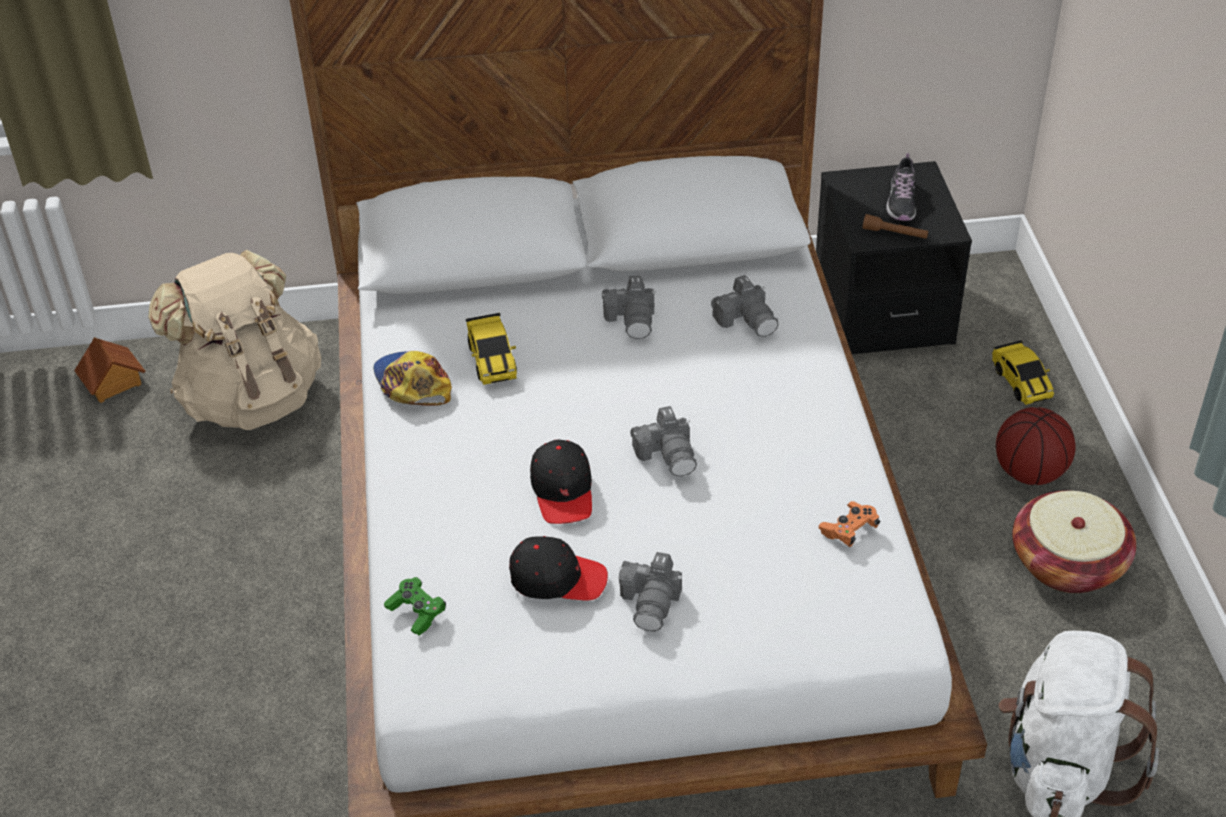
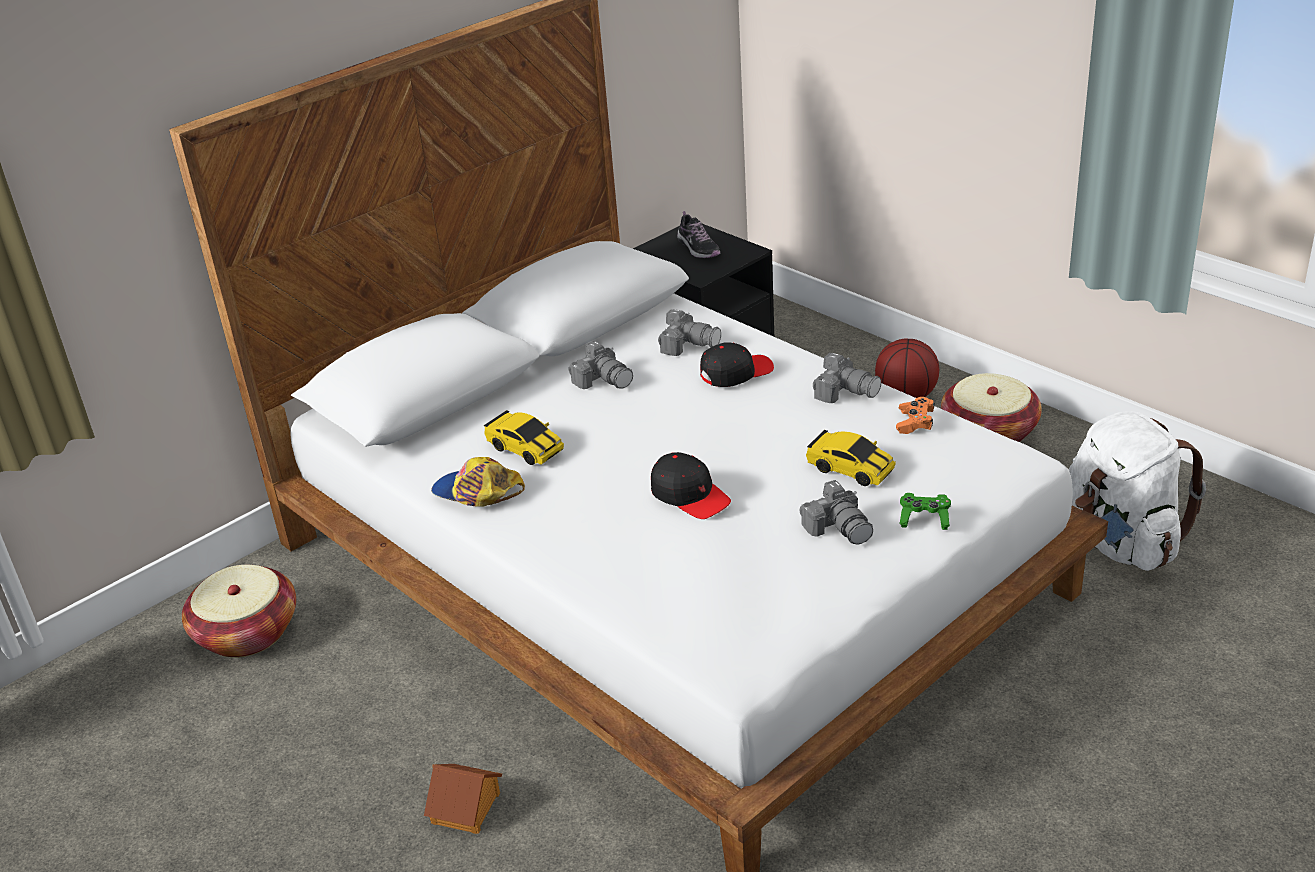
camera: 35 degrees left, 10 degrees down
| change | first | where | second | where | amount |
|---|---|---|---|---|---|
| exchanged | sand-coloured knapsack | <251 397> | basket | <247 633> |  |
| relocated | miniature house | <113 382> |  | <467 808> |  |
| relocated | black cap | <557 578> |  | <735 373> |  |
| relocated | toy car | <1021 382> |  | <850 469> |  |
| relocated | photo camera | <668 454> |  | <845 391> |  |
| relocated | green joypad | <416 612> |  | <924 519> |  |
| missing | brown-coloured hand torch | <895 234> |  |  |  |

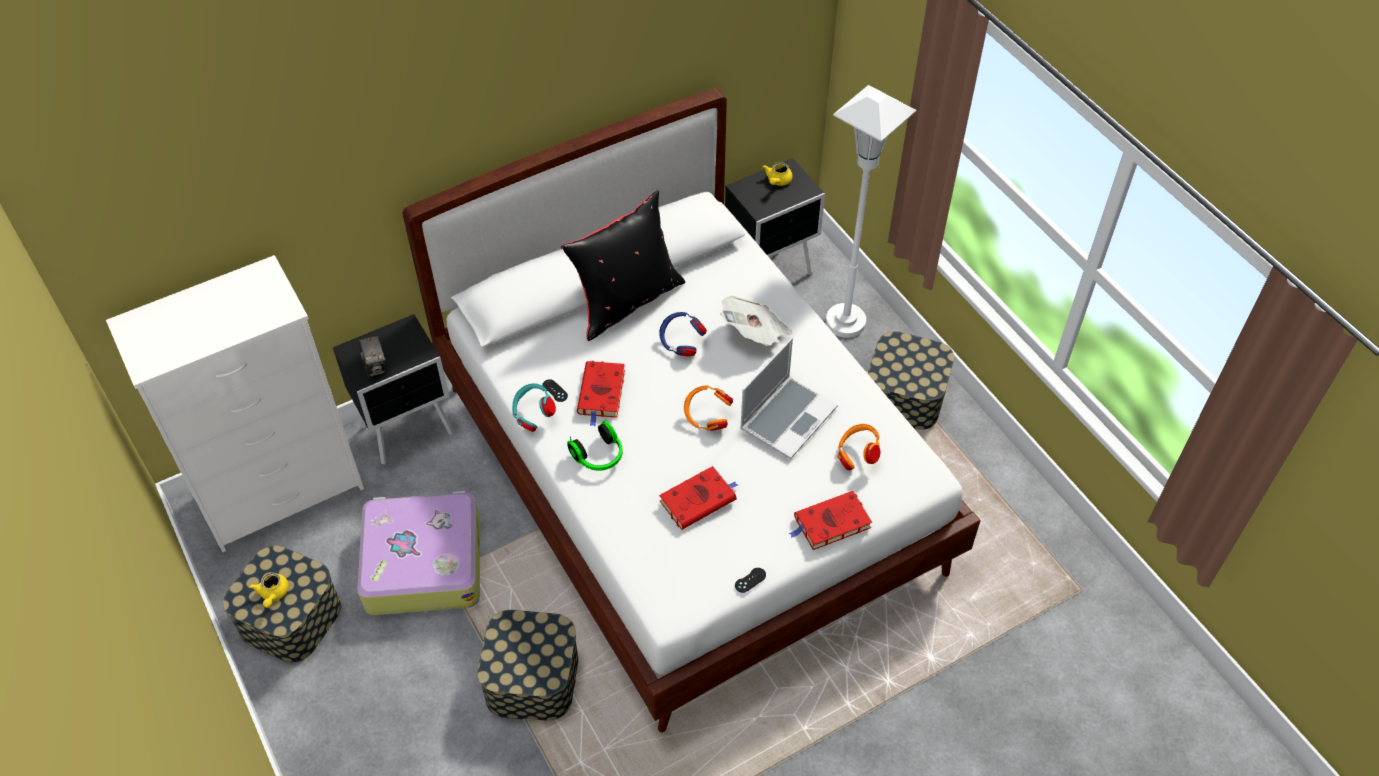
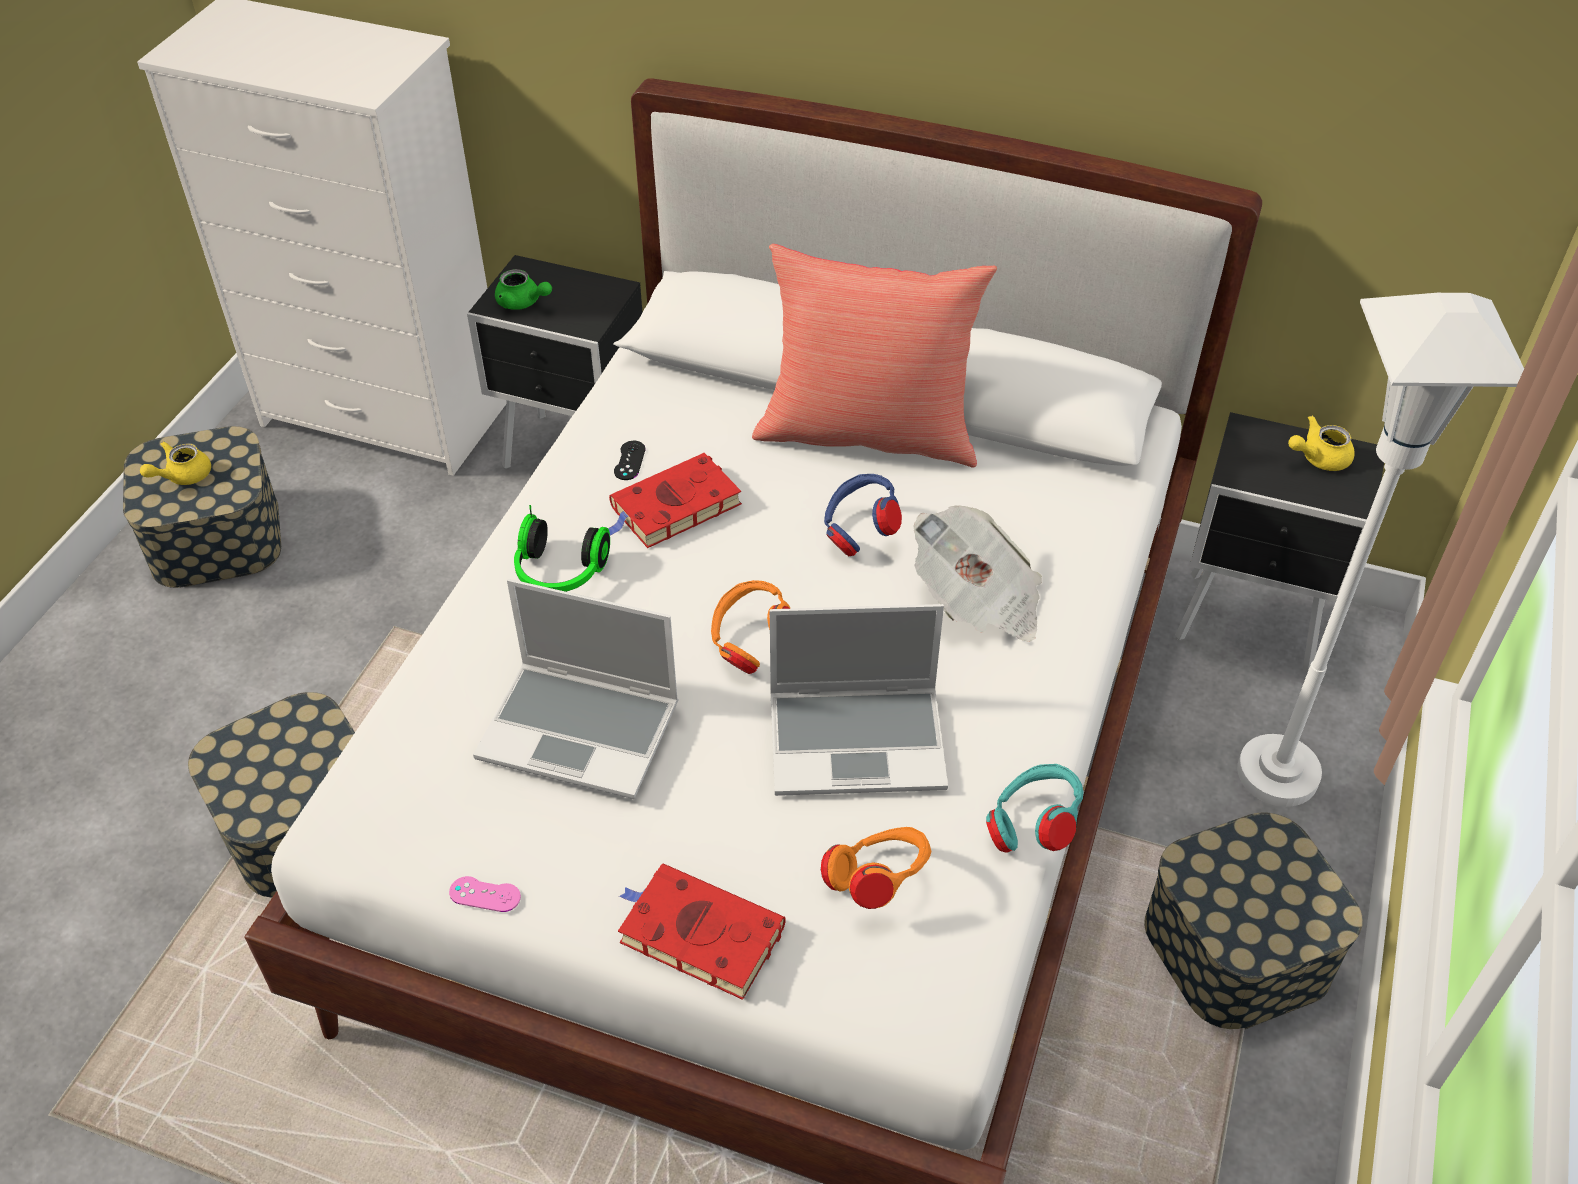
camera: 50 degrees right, 5 degrees down
| change | first | where | second | where | amount |
|---|---|---|---|---|---|
| colour | black joypad | <750 580> | pink joypad | <485 894> |  |
| exchanged | red-coloured volume | <699 499> | notebook computer | <582 730> |  |
| exchanged | photo camera | <375 366> | green tea pot | <522 303> |  |
| colour | black throw pillow | <626 301> | red-coloured throw pillow | <868 432> |  |
| relocated | blue-green pair of headphones | <533 416> |  | <1032 827> |  |
| missing | suitcase | <422 562> |  |  |  |

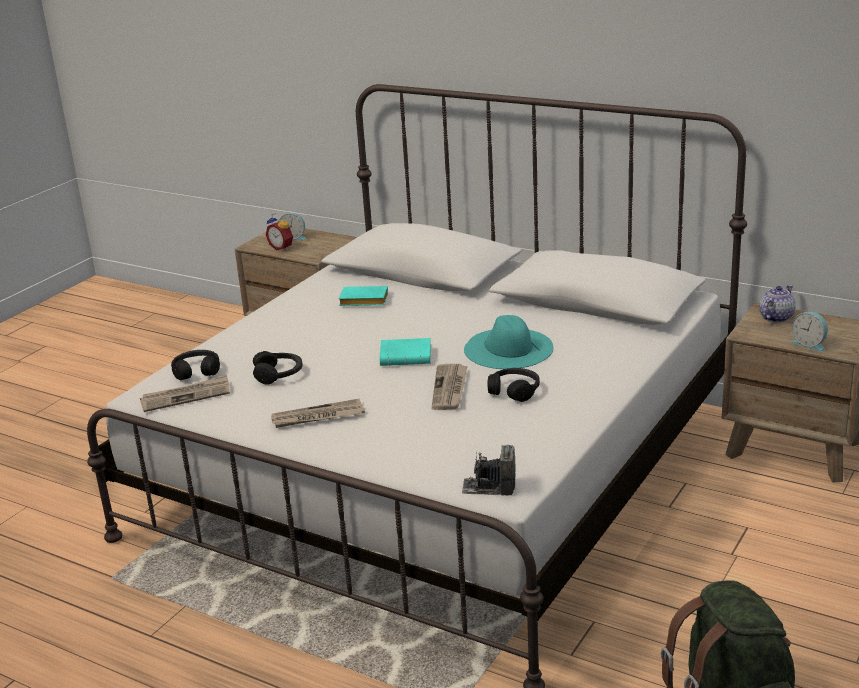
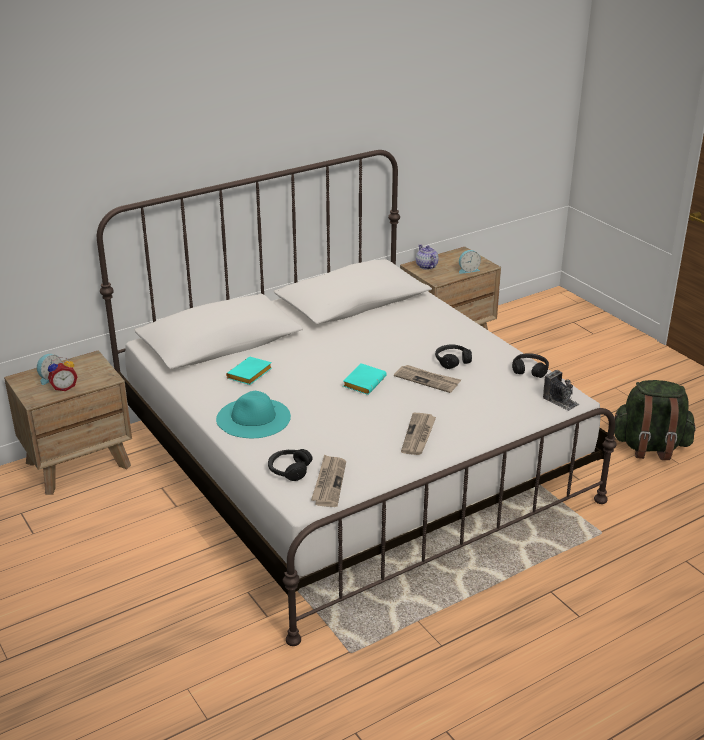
camera: 65 degrees left, 5 degrees up
| change | first | where | second | where | amount |
|---|---|---|---|---|---|
| relocated | blue-green hat | <508 348> |  | <253 418> |  |
| relocated | black pair of headphones | <278 374> |  | <530 370> |  |
| spun | photo camera | <489 487> |  | <560 401> | 75 degrees counterclockwise |

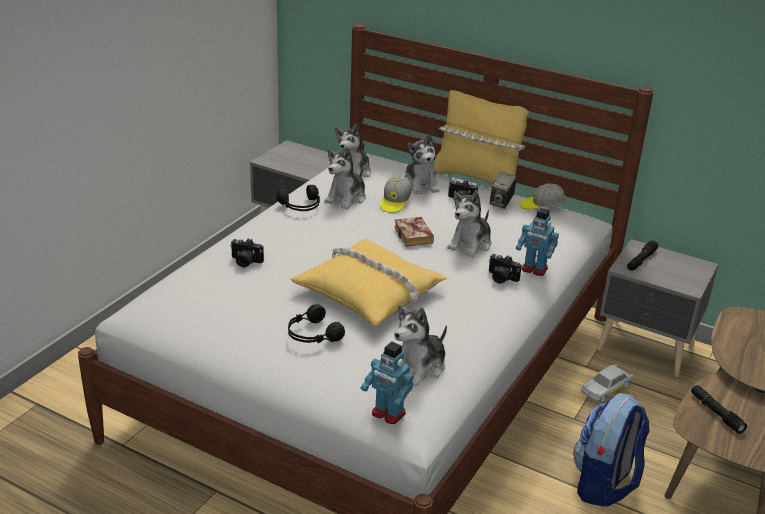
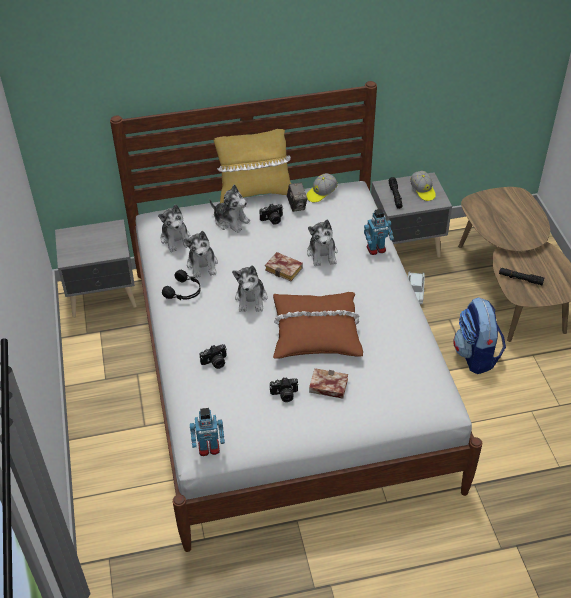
camera: 40 degrees left, 15 degrees up
| change | first | where | second | where | amount |
|---|---|---|---|---|---|
| relocated | robot figure | <388 414> |  | <209 448> |  |
| relocated | cuddly toy | <419 367> |  | <251 298> |  |
| relocated | photo camera | <501 278> |  | <284 395> |  |
| colour | yellowish throw pillow | <369 292> | brown-coloured throw pillow | <316 332> |  |
| exchanged | black pair of headphones | <312 335> | volume | <326 387> |  |
| relocated | cap | <395 202> |  | <422 191> |  |

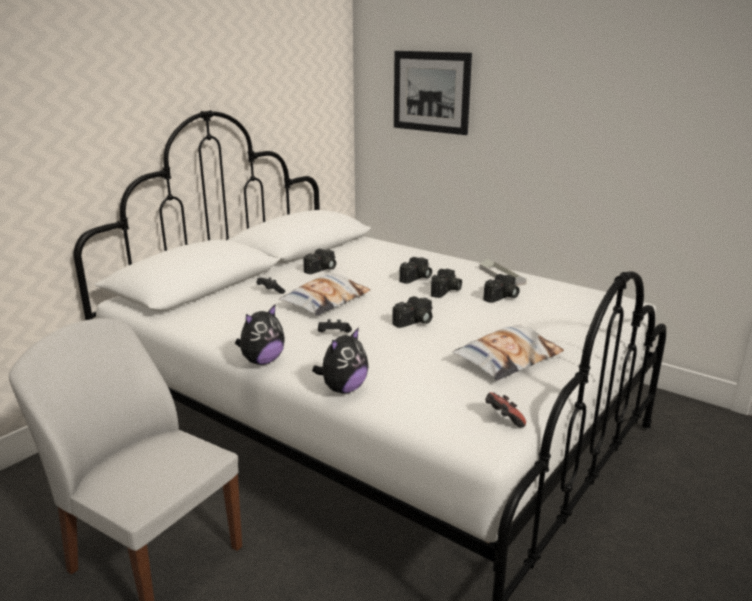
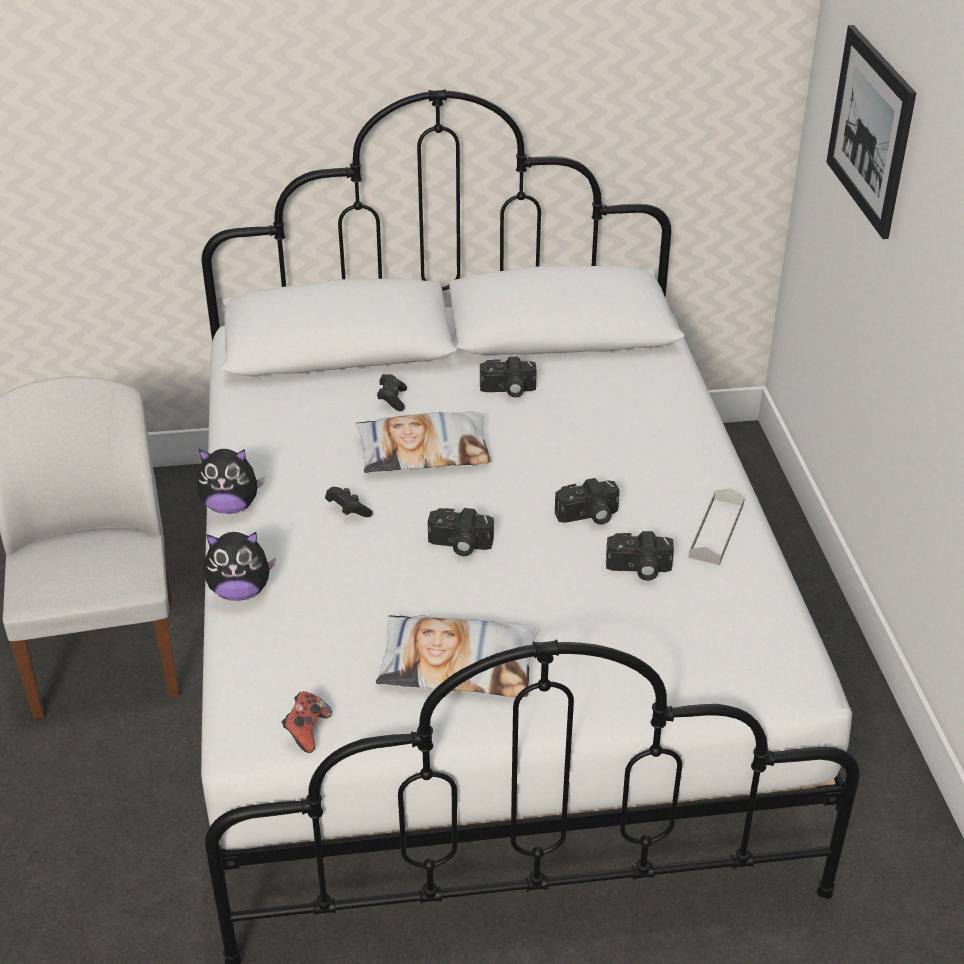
camera: 45 degrees right, 15 degrees up
| change | first | where | second | where | amount |
|---|---|---|---|---|---|
| missing | photo camera | <417 278> |  |  |  |

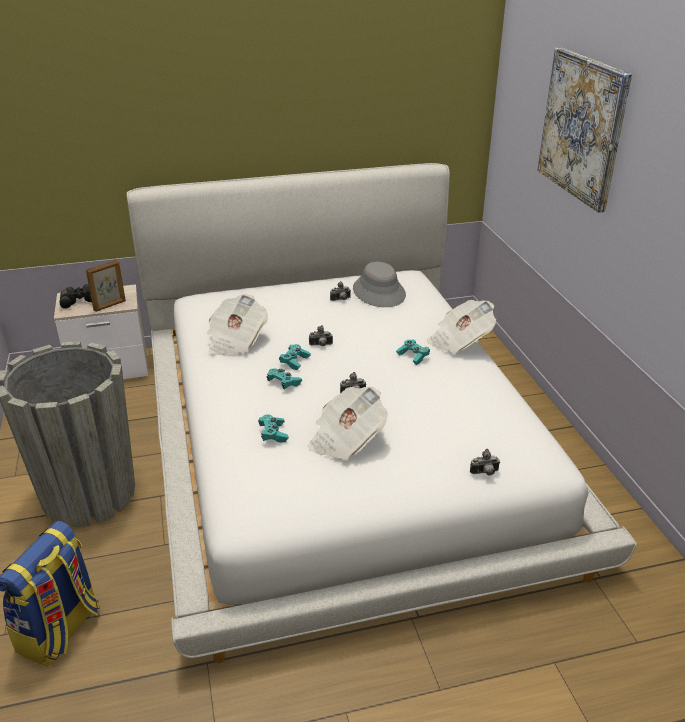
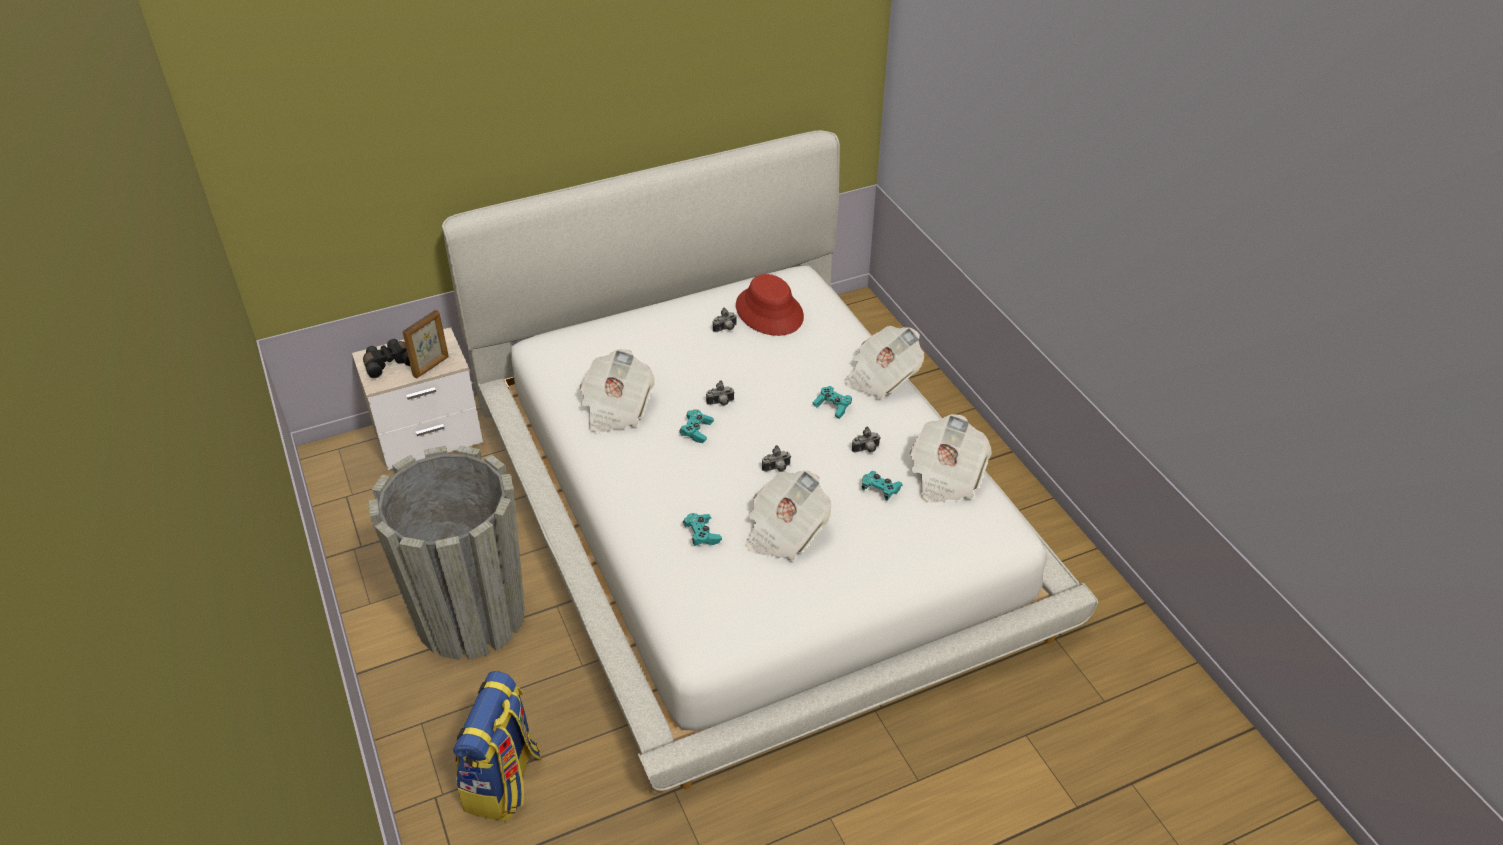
camera: 10 degrees left, 10 degrees up
| change | first | where | second | where | amount |
|---|---|---|---|---|---|
| colour | gray hat | <379 292> | red-coloured hat | <769 312> |  |
| relocated | photo camera | <485 473> |  | <866 450> |  |
| relocated | blue-green joypad | <284 383> |  | <880 490> |  |
| appeared |  |  | daily paper | <945 476> |  |
| missing | wall picture | <582 127> |  |  |  |

